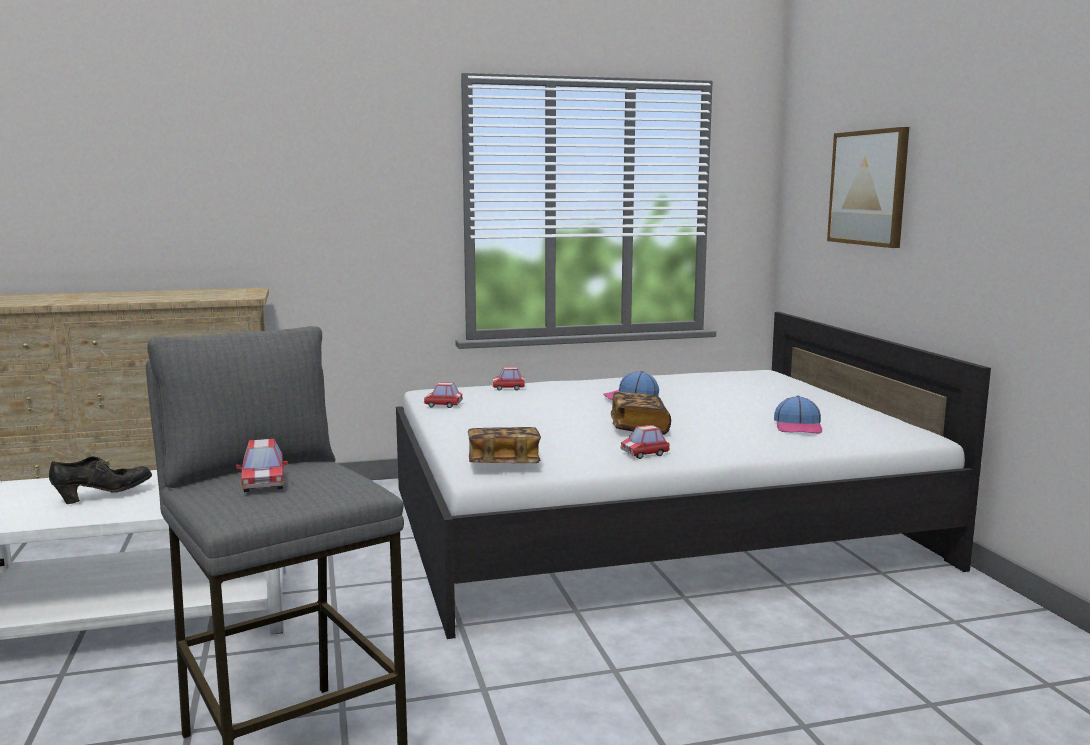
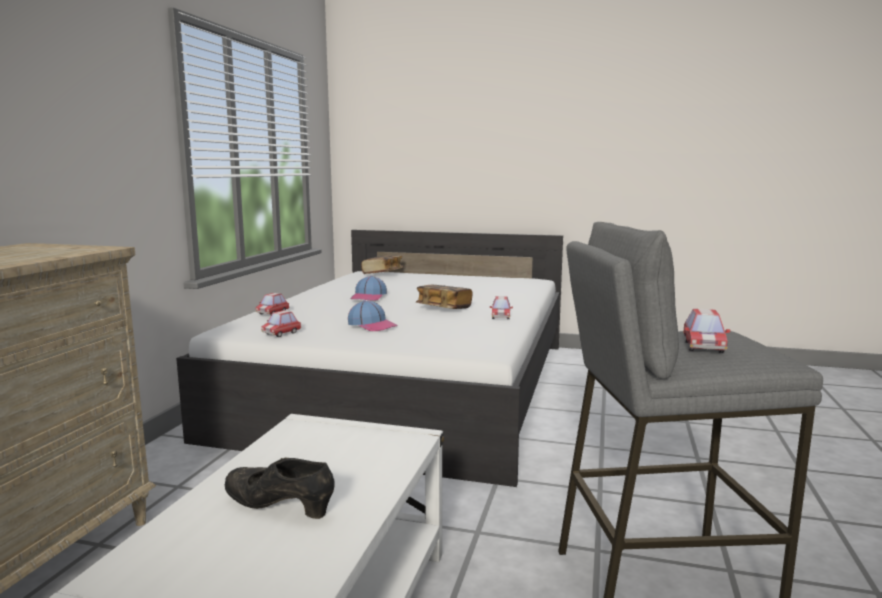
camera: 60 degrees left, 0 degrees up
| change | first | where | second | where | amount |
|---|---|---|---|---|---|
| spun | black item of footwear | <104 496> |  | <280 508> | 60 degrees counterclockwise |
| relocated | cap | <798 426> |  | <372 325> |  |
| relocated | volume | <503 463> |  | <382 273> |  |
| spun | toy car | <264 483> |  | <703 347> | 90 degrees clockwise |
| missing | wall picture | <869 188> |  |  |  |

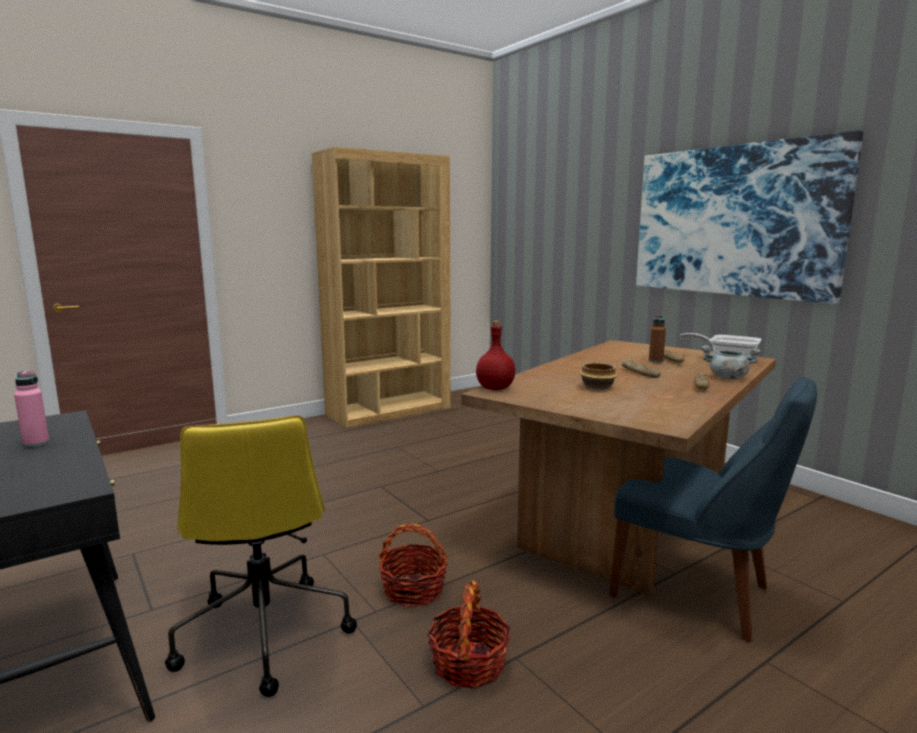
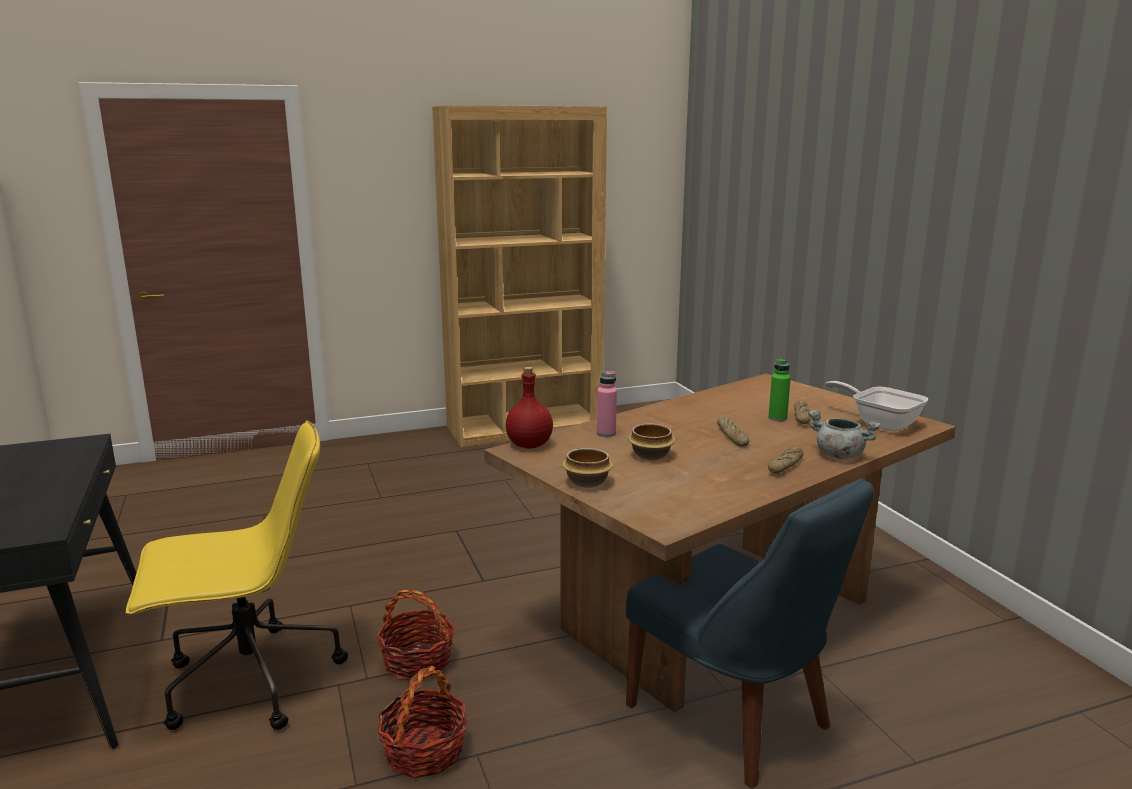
camera: 15 degrees right, 5 degrees up
| change | first | where | second | where | amount |
|---|---|---|---|---|---|
| spun | yellowish computer chair | <263 632> |  | <249 682> | 105 degrees counterclockwise |
| appeared |  |  | deep dish | <586 482> |  |
| relocated | pink drink bottle | <36 443> |  | <606 433> |  |
| colour | brown-coloured drink bottle | <655 361> | green drink bottle | <777 418> |  |
| missing | wall picture | <733 221> |  |  |  |

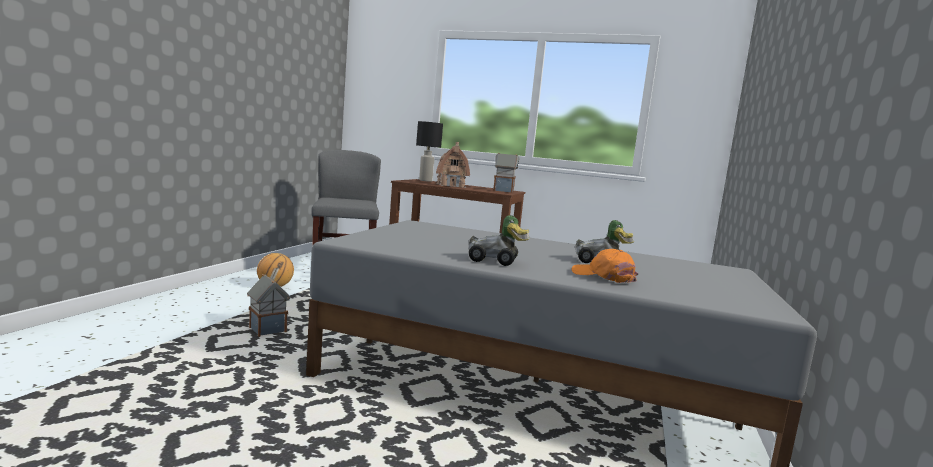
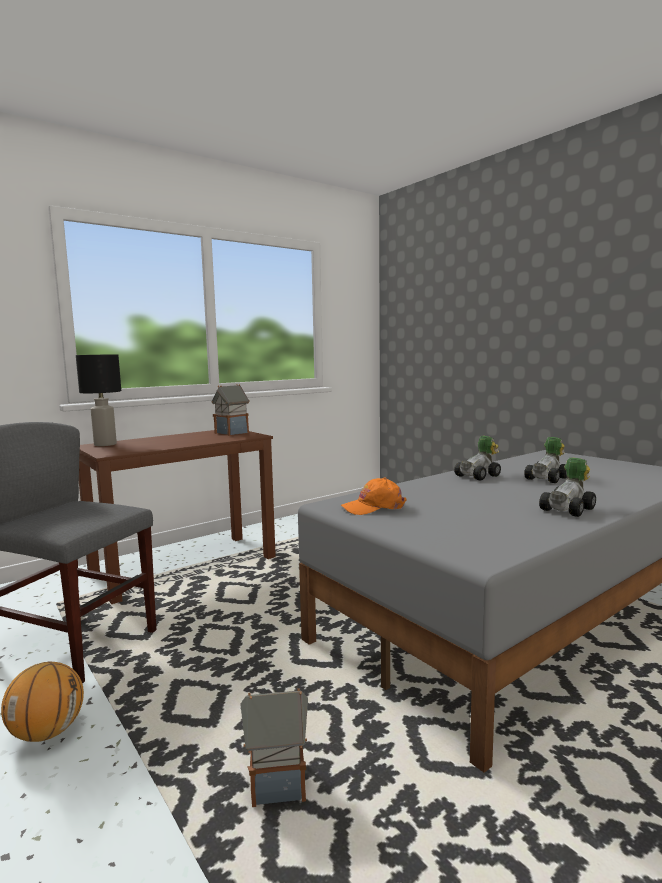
camera: 55 degrees left, 0 degrees up
| change | first | where | second | where | amount |
|---|---|---|---|---|---|
| relocated | orangey cap | <604 276> |  | <373 507> |  |
| appeared |  |  | toy car | <480 476> |  |
| missing | miniature house | <450 185> |  |  |  |

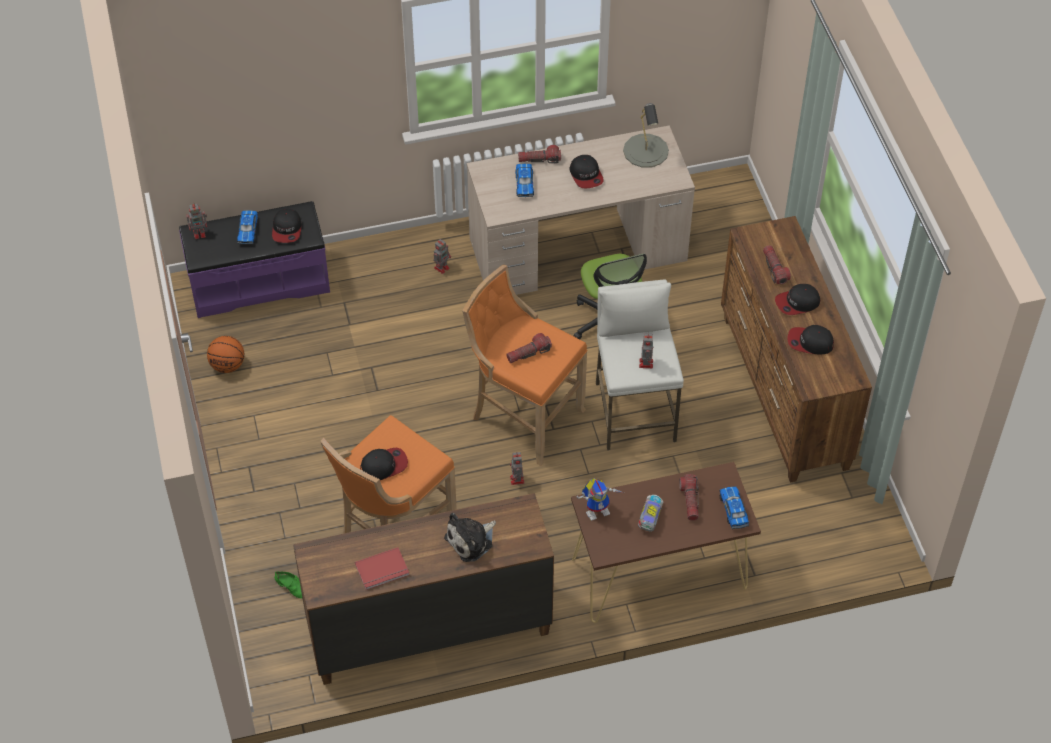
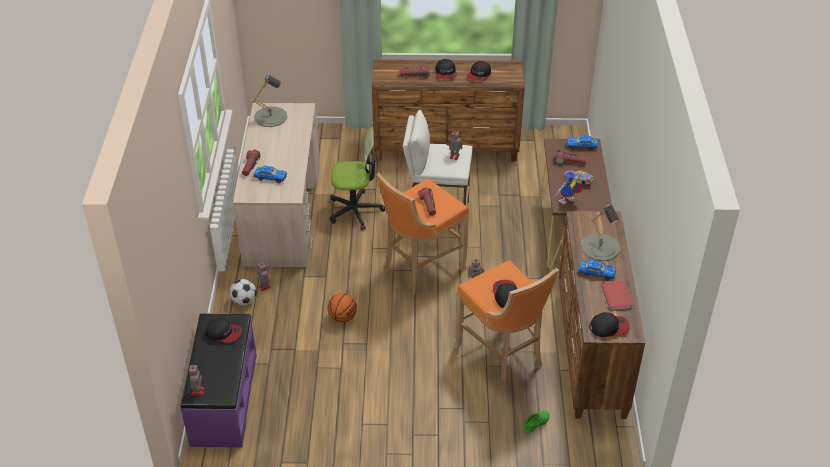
camera: 75 degrees left, 10 degrees down
| change | first | where | second | where | amount |
|---|---|---|---|---|---|
| appeared |  |  | football ball | <244 301> |  |
| relocated | ball for basketball | <227 365> |  | <342 317> |  |
| spun | robot figure | <598 510> |  | <567 202> | 120 degrees counterclockwise |
| relocated | toy car | <248 231> |  | <596 273> |  |
| exchanged | cuddly toy | <471 540> | gray table lamp | <600 247> |  |
| relocated | cap | <586 175> |  | <609 327> |  |

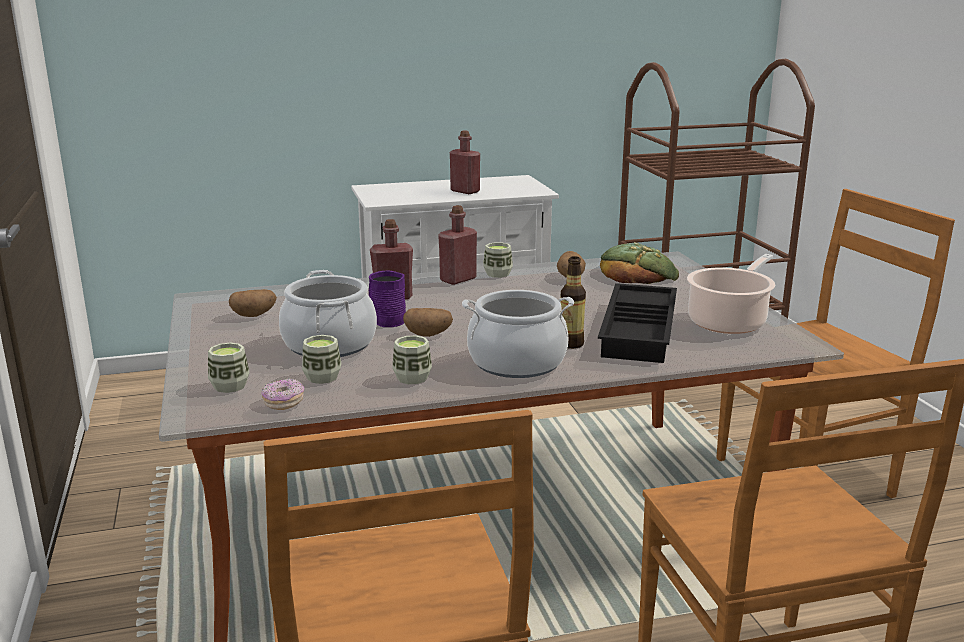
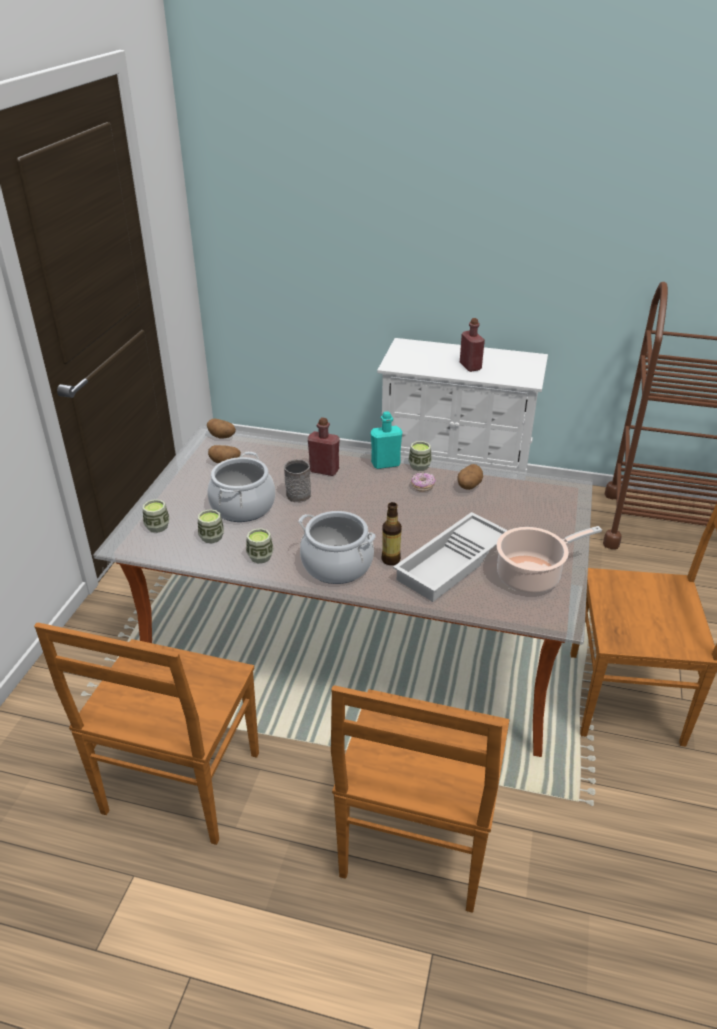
camera: 30 degrees right, 15 degrees up
| change | first | where | second | where | amount |
|---|---|---|---|---|---|
| relocated | spud | <428 334> |  | <222 436> |  |
| colour | purple tea mug | <385 319> | gray tea mug | <297 492> |  |
| colour | red-coloured drink bottle | <458 279> | blue-green drink bottle | <385 464> |  |
| colour | black tray | <641 331> | whitish tray | <453 564> |  |
| relocated | ring doughnut | <283 403> |  | <422 486> |  |
| missing | bread | <637 273> |  |  |  |

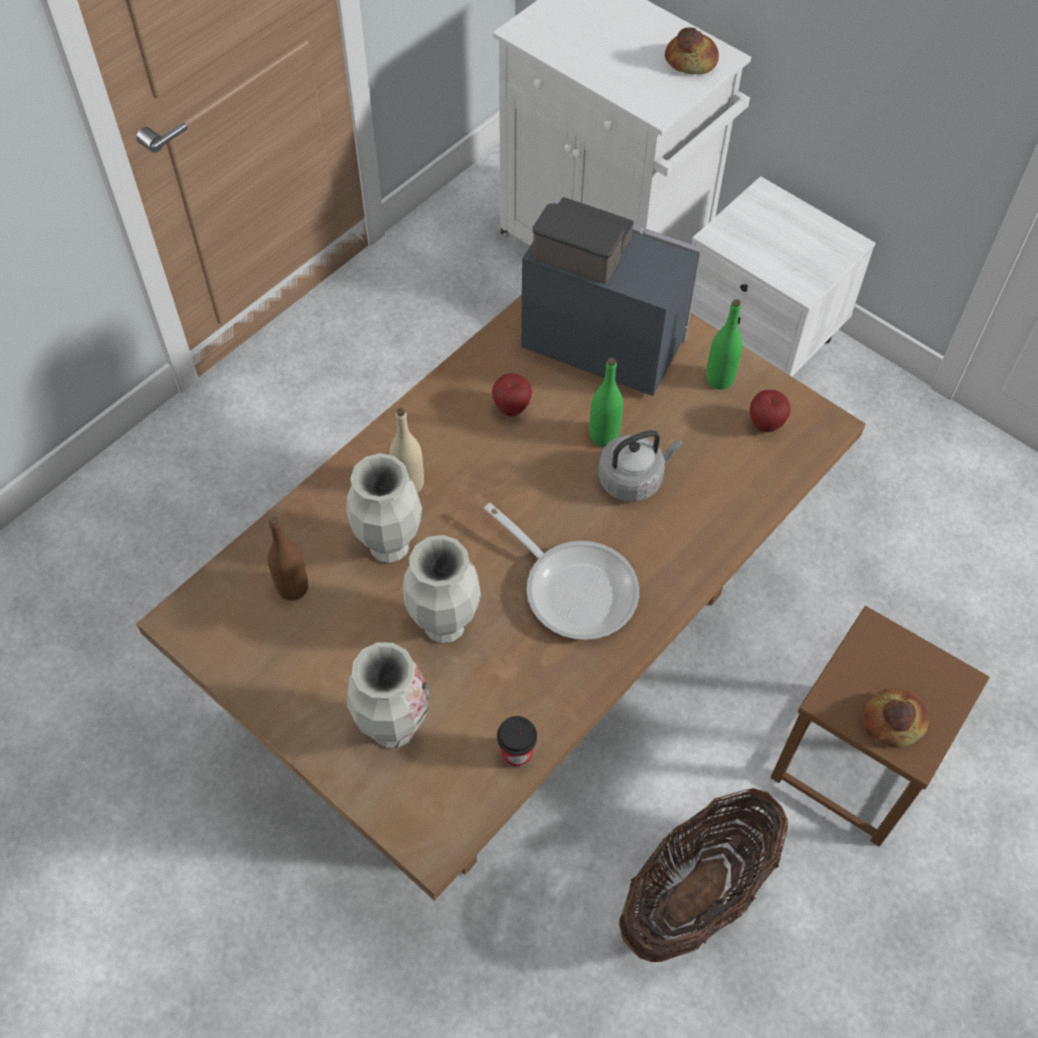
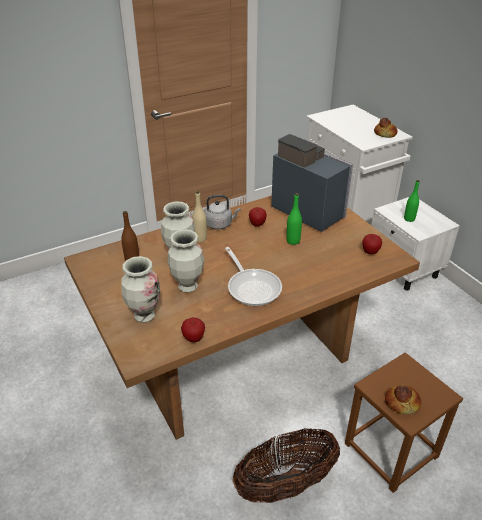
camera: 20 degrees right, 20 degrees down
| change | first | where | second | where | amount |
|---|---|---|---|---|---|
| exchanged | small cup | <516 753> | apple | <193 338> |  |
| relocated | gray kettle | <633 479> |  | <220 224> |  |
| relocated | green drink bottle | <719 379> |  | <409 219> |  |

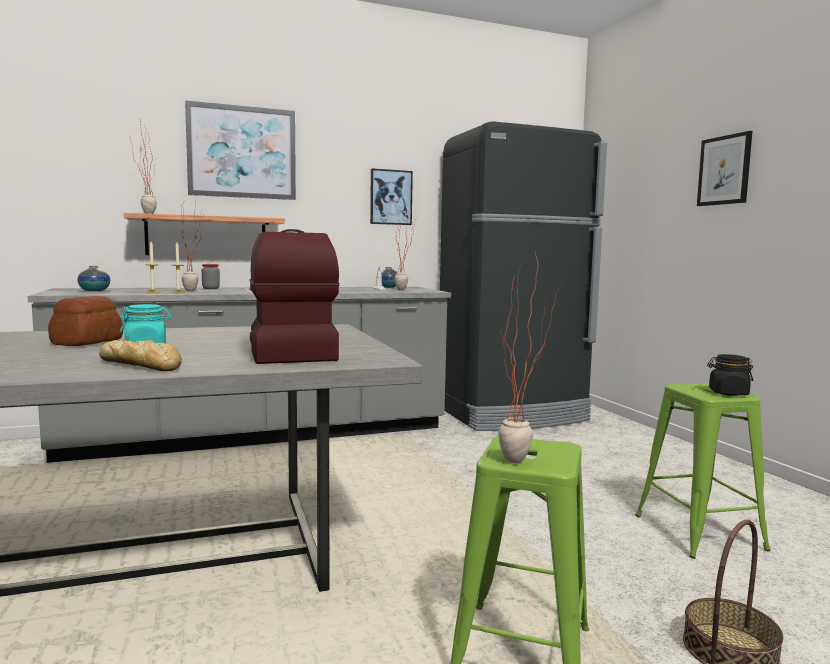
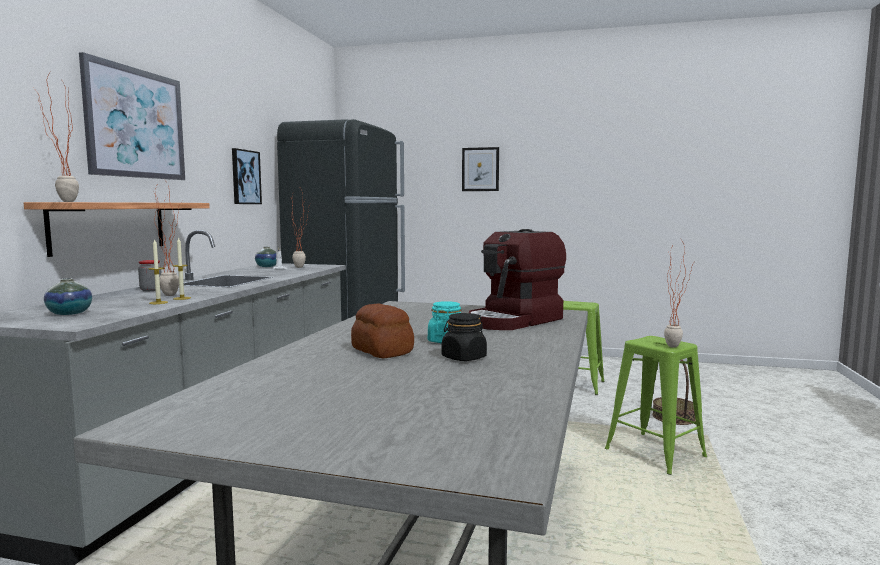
camera: 55 degrees left, 0 degrees up
| change | first | where | second | where | amount |
|---|---|---|---|---|---|
| relocated | black storage jar | <728 393> |  | <463 358> |  |
| spun | coffee brewer | <289 352> |  | <515 321> | 60 degrees counterclockwise |
| missing | bread | <141 365> |  |  |  |

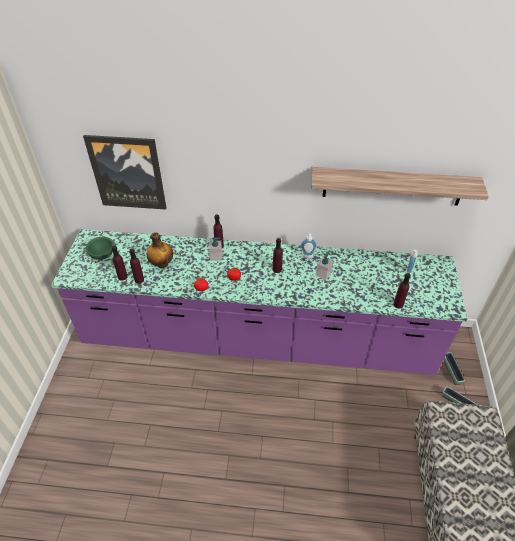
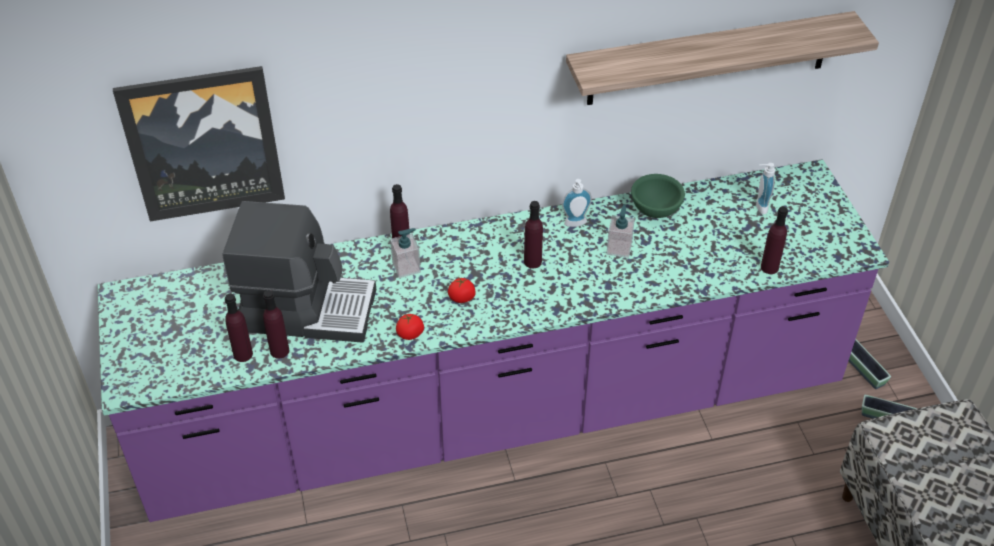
camera: 20 degrees left, 0 degrees up
| change | first | where | second | where | amount |
|---|---|---|---|---|---|
| exchanged | drink bottle | <162 264> | coffee brewer | <308 309> |  |
| relocated | green deep dish | <103 255> |  | <656 210> |  |

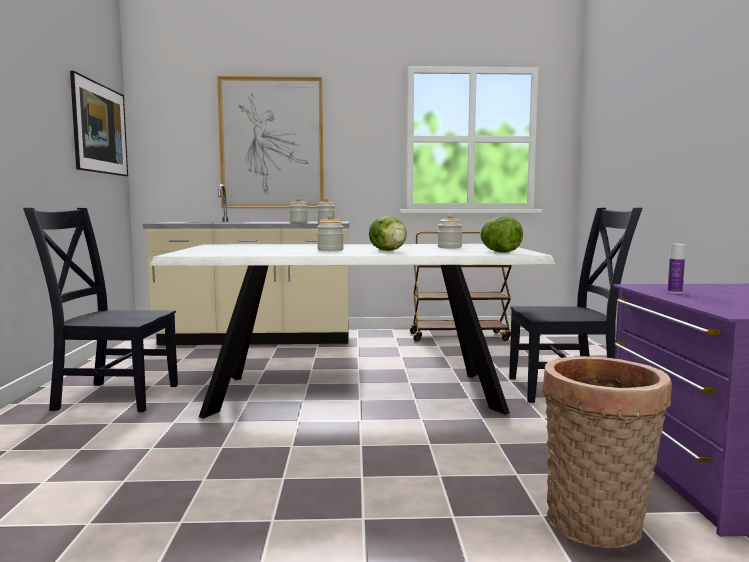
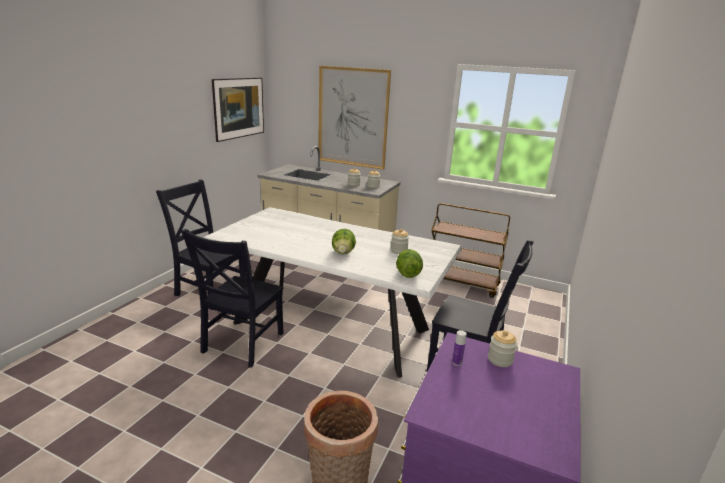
camera: 25 degrees right, 15 degrees up
| change | first | where | second | where | amount |
|---|---|---|---|---|---|
| appeared |  |  | black plain chair | <241 344> |  |
| relocated | storage jar | <330 250> |  | <500 360> |  |

